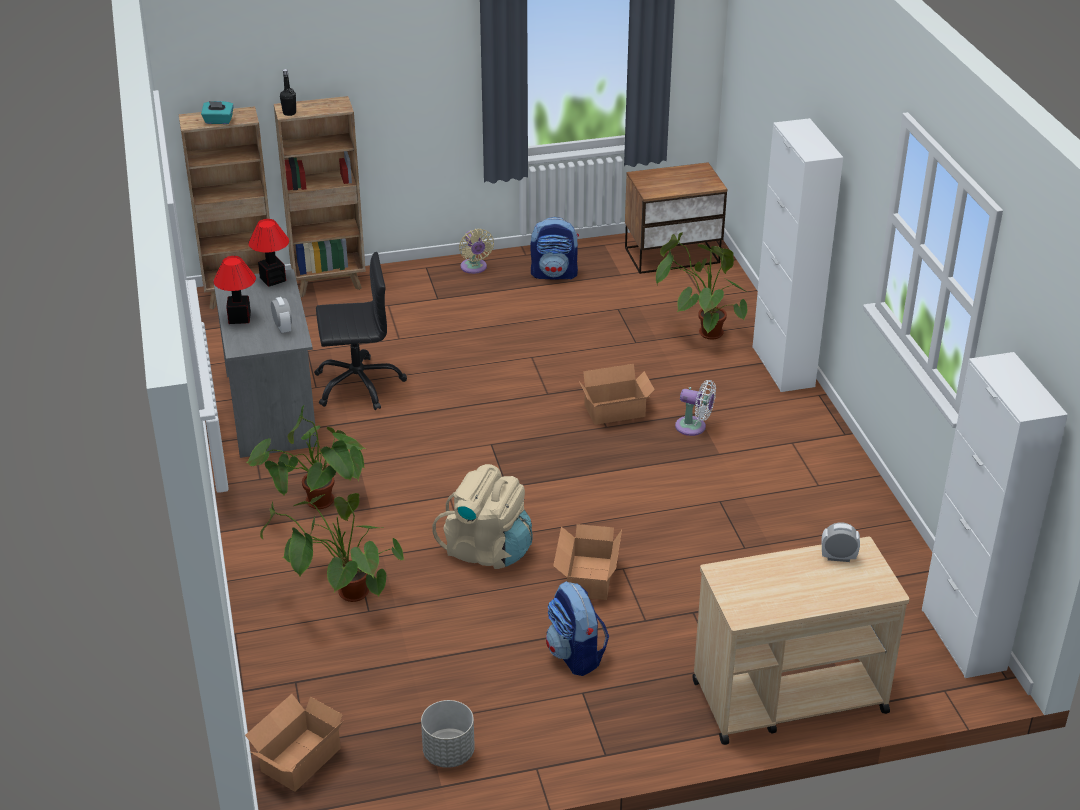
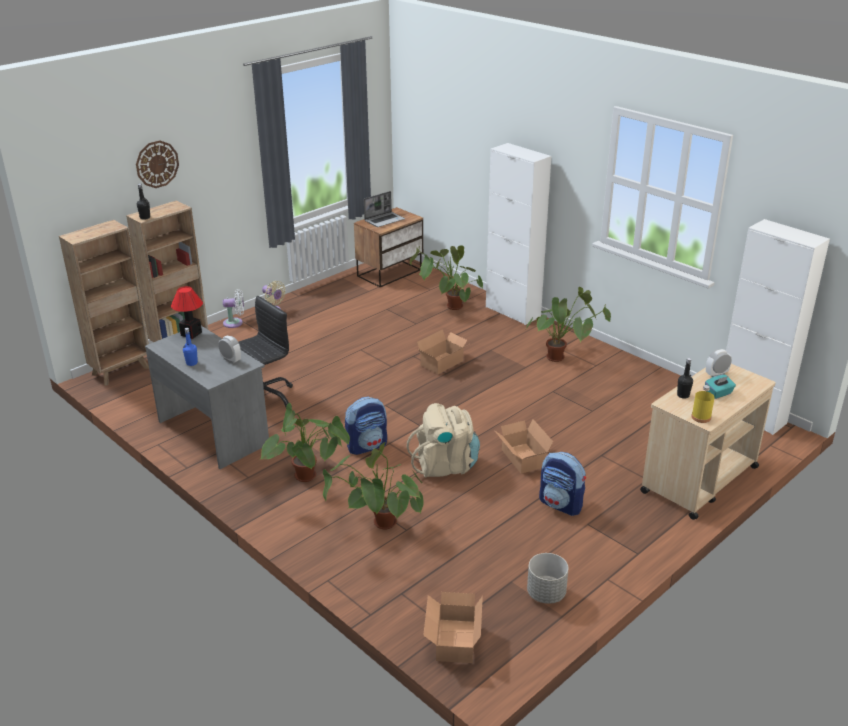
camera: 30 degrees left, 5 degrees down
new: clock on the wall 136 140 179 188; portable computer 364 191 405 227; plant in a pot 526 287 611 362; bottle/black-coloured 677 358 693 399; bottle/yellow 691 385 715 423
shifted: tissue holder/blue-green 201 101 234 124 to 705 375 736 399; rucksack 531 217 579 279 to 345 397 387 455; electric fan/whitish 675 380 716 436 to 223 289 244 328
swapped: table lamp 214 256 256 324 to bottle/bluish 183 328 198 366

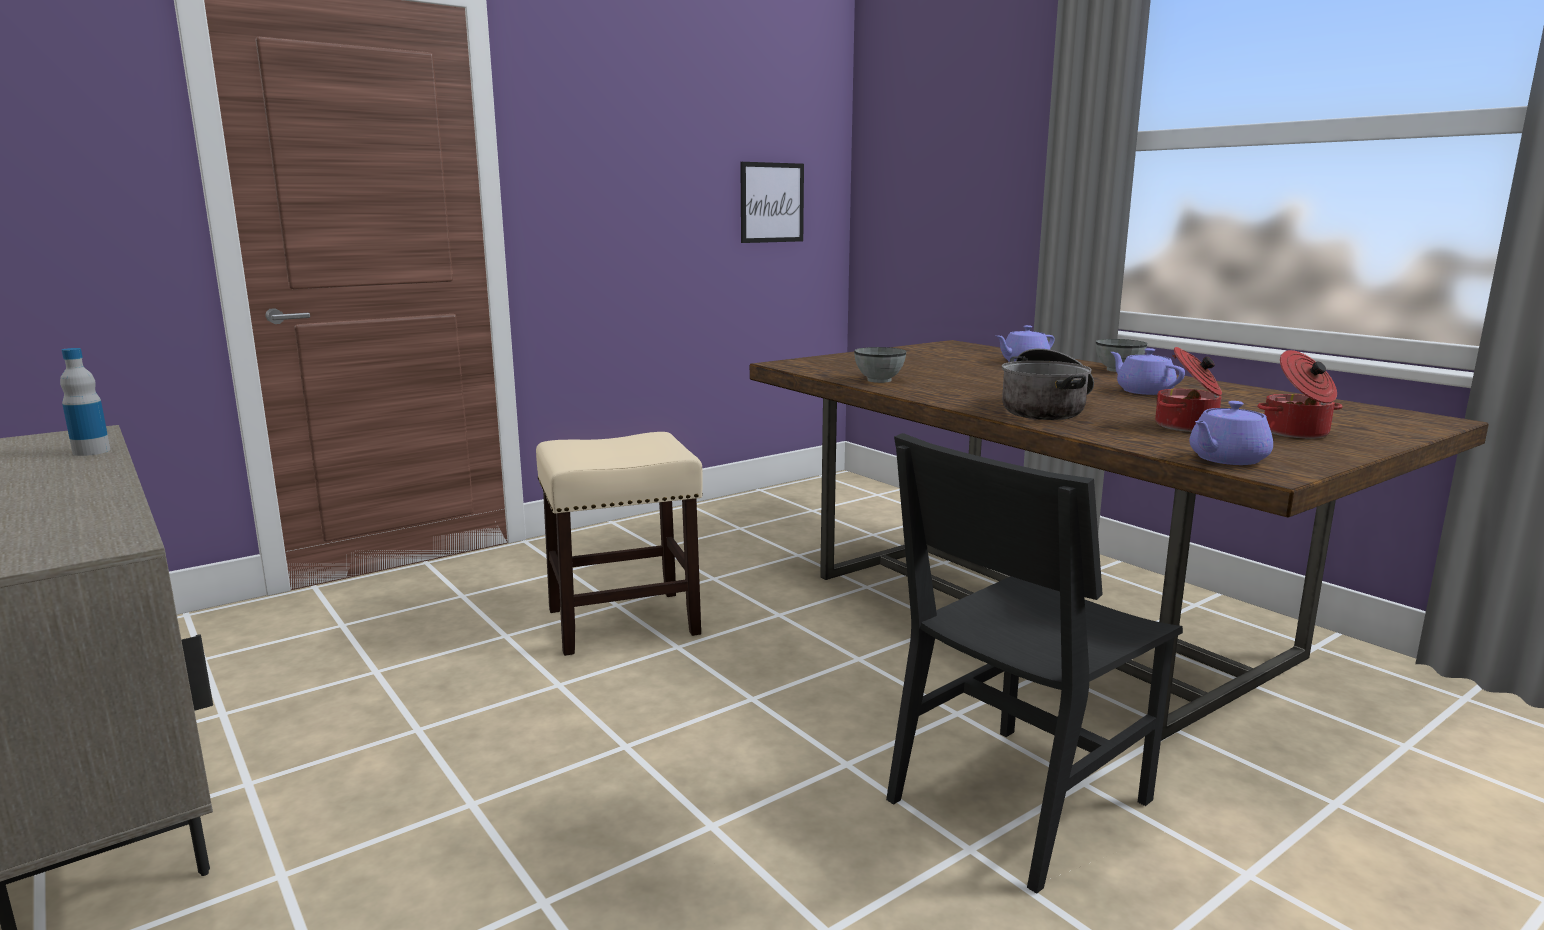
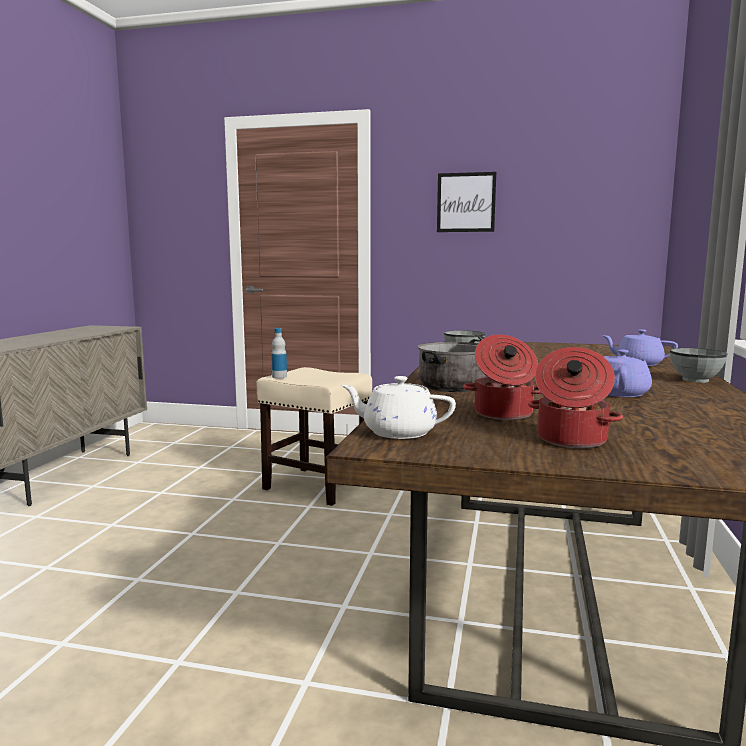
camera: 50 degrees right, 5 degrees down
gone: plain chair/black-coloured 886 433 1183 894
shifted: bottle 60 348 111 456 to 271 328 287 378; wall picture 740 162 804 243 to 437 172 496 232
repainted: pot for tea/purplish 1189 401 1273 465 to pot for tea/whitish 341 376 456 439

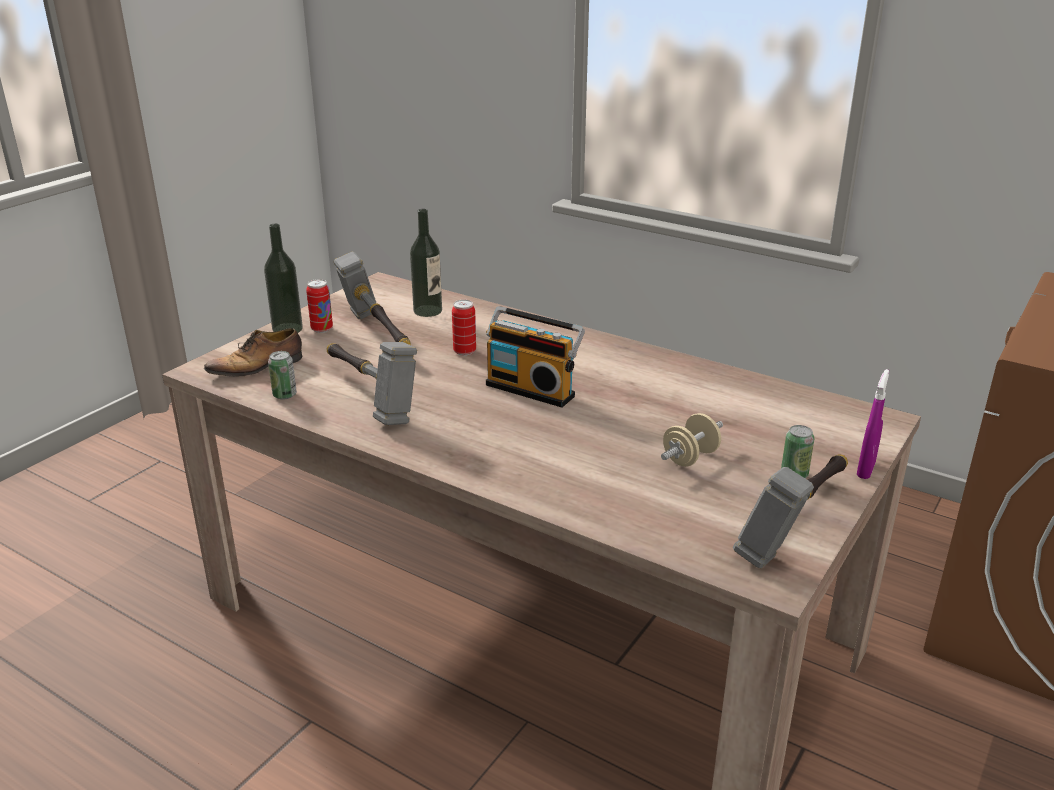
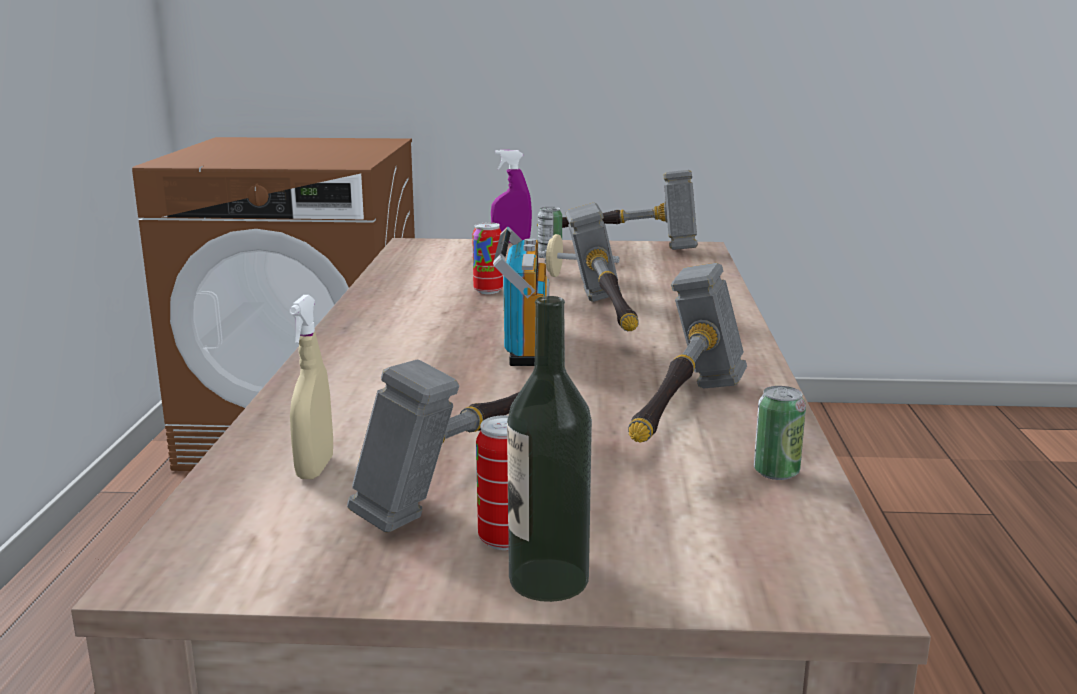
camera: 120 degrees left, 10 degrees down
gone: item of footwear 204 328 302 377
new: hammer 565 203 639 331
shifted: can 452 300 476 356 to 472 222 503 294
swapped: bottle 410 209 442 317 to spray bottle/beige 289 295 333 479

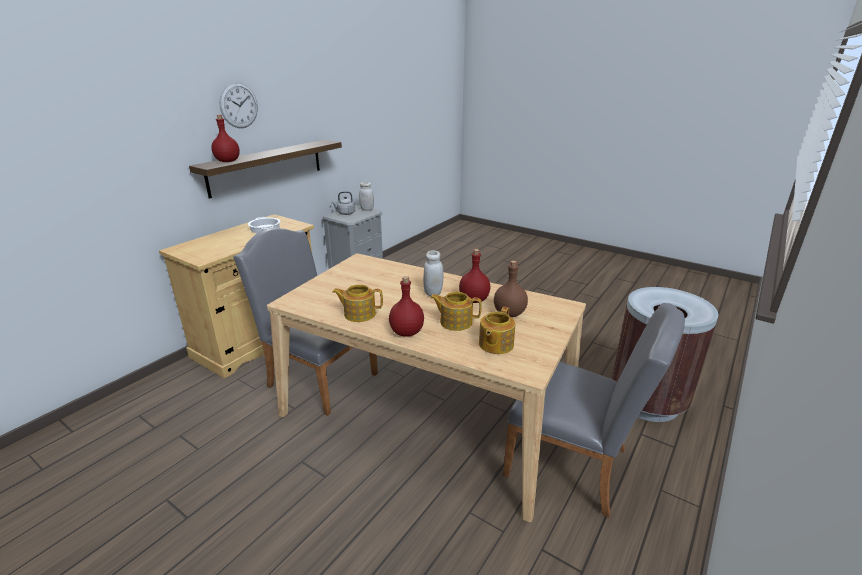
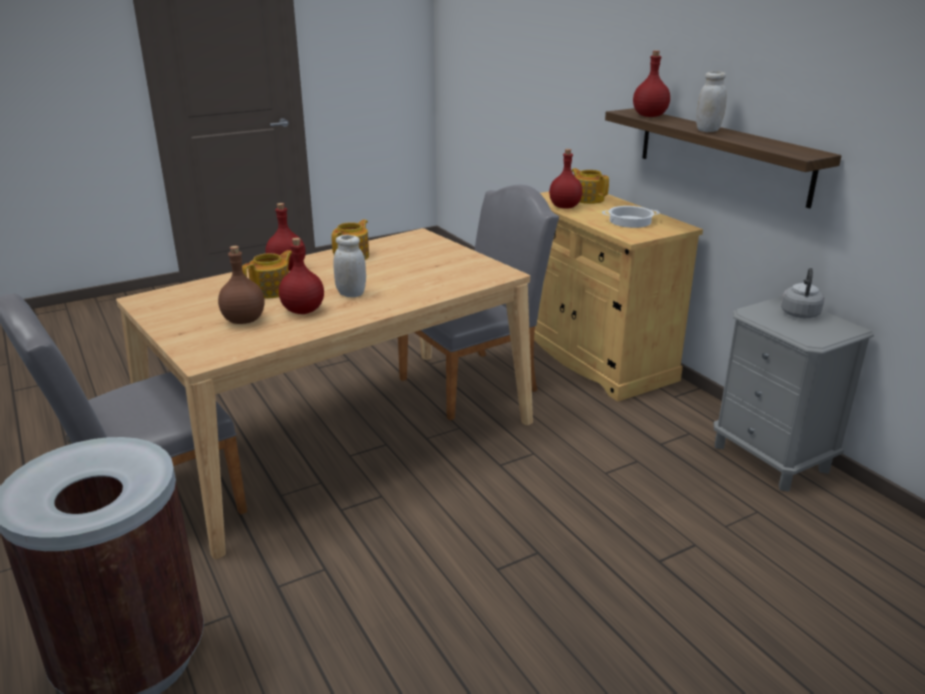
camera: 115 degrees right, 0 degrees up
gone: clock on the wall 219 82 258 128
new: bottle/reddish 549 149 583 209
shifted: jar/whitish 359 182 374 211 to 696 71 727 132; pot for tea 479 307 515 354 to 571 168 609 204

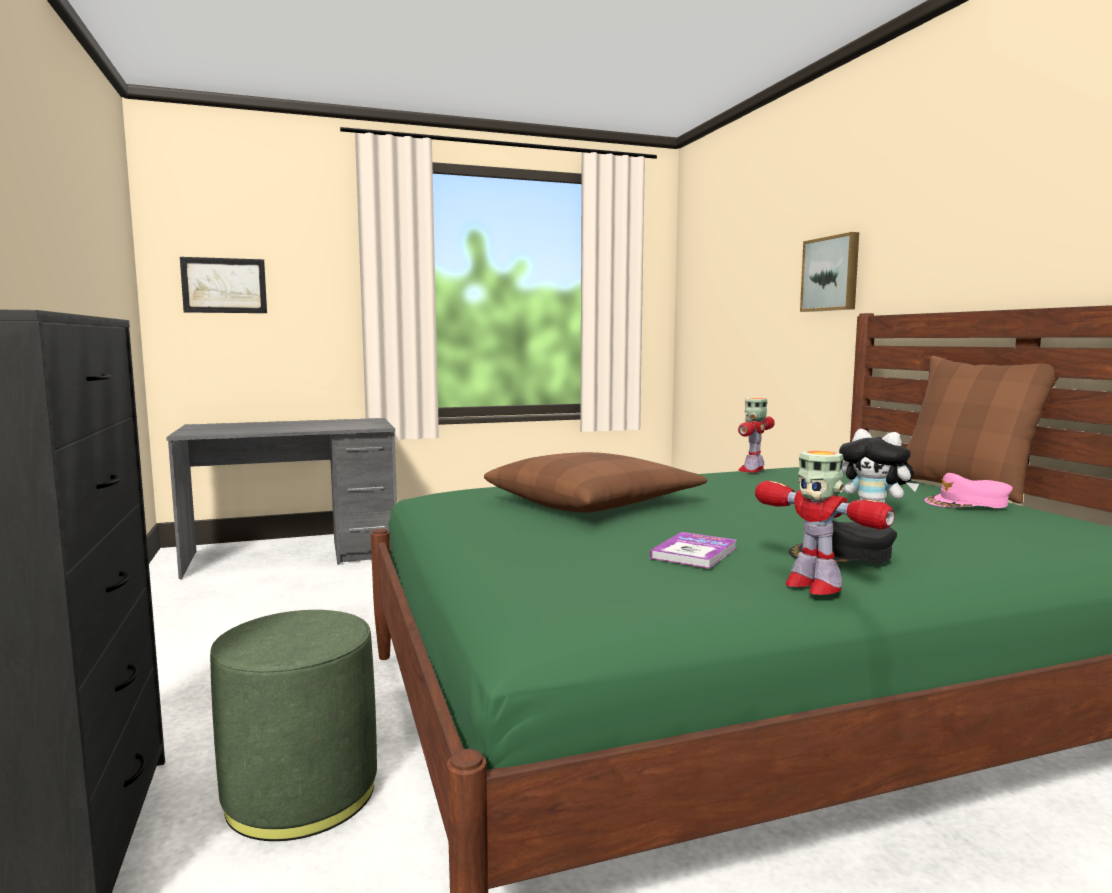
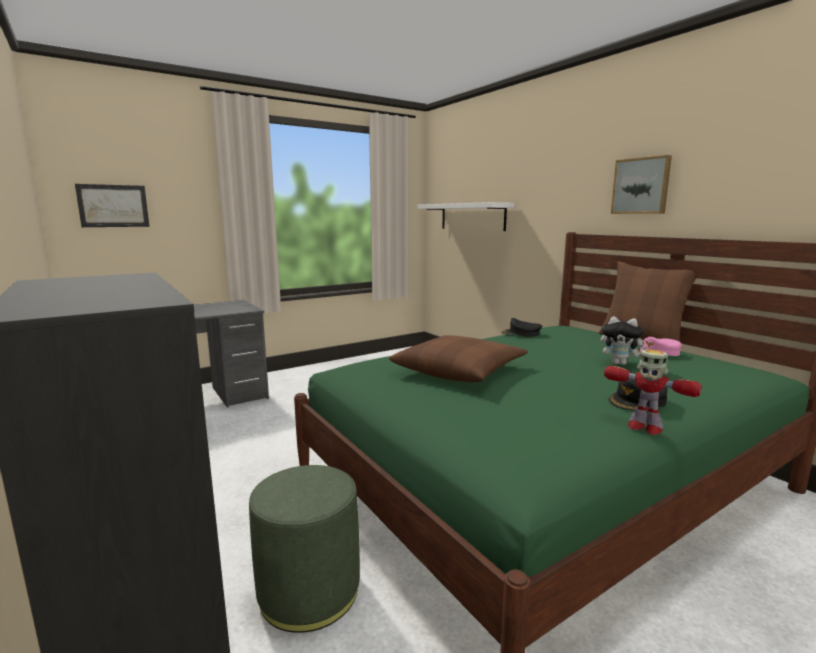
camera: 15 degrees left, 5 degrees up
gone: bound book 650 532 736 569
new: bracket shelf/whitish 417 202 515 231
shifted: wall picture 800 232 859 312 to 611 155 672 214
swapped: toy robot 738 398 775 473 to baseball cap/black-coloured 502 318 542 337

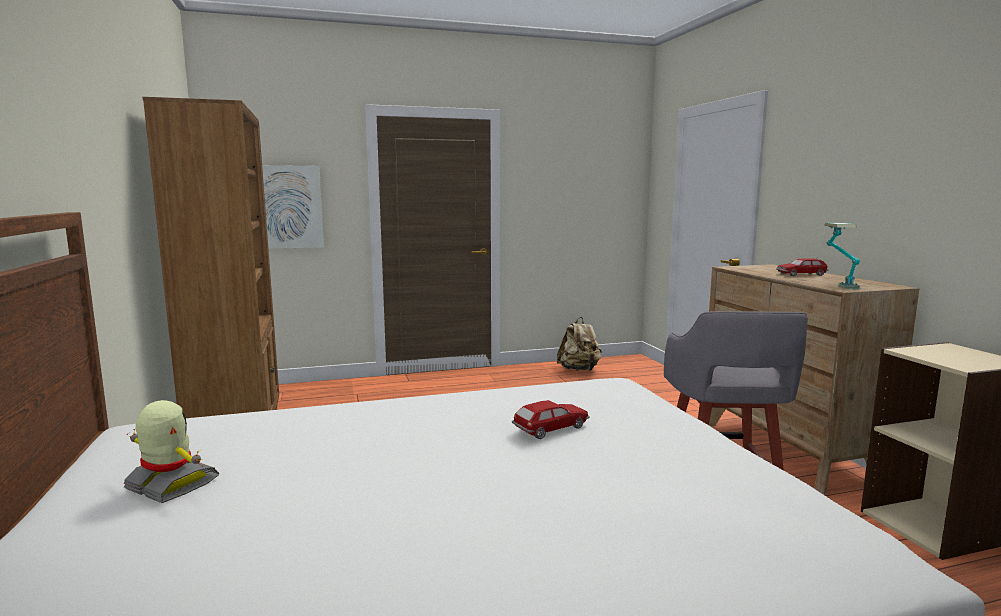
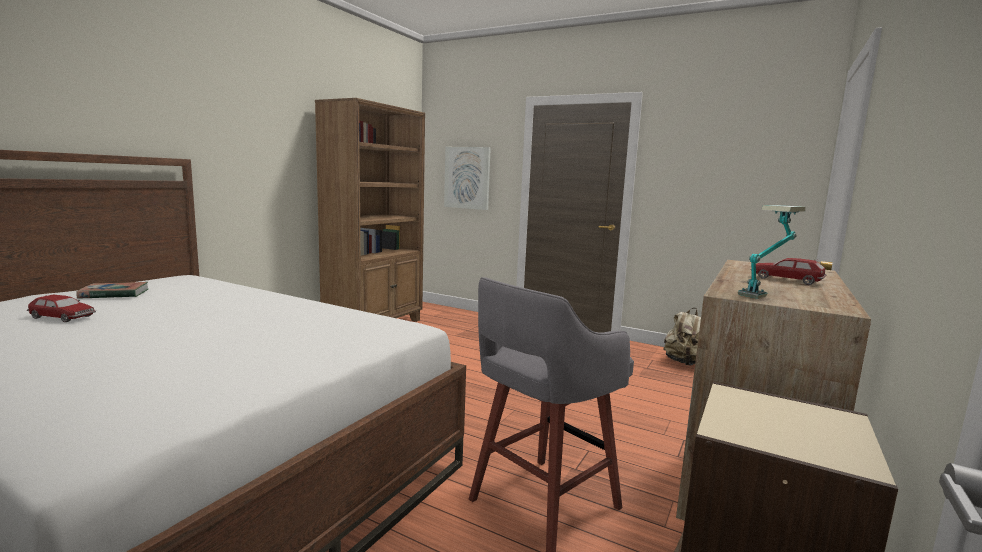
camera: 45 degrees right, 0 degrees up
shifted: model car 512 400 590 439 to 27 295 96 322
swapped: toy robot 124 400 219 503 to bound book 76 282 148 299

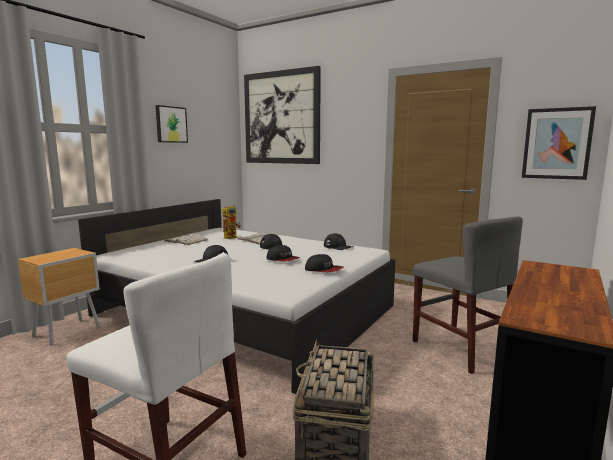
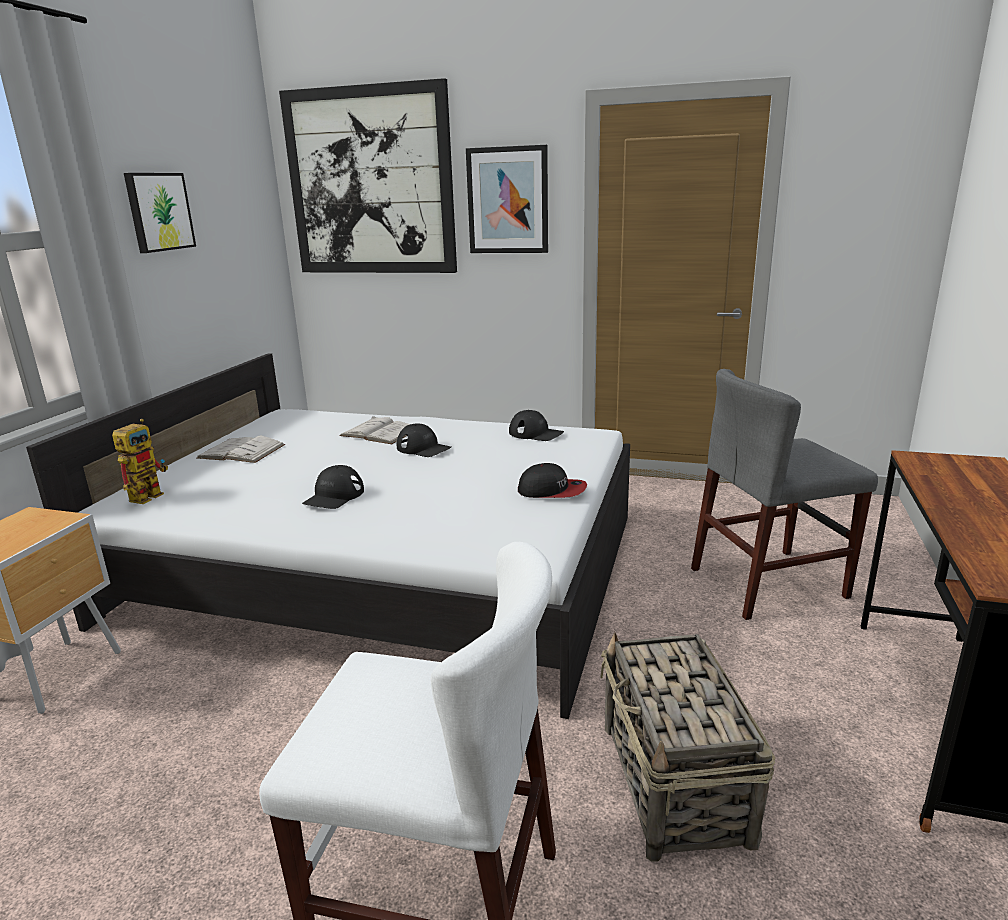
camera: 15 degrees left, 10 degrees up
gone: baseball cap 267 245 300 262
shifted: toy robot 222 205 241 239 to 112 419 168 504; wall picture 522 106 596 180 to 466 145 548 253
rotated: plain chair/greyish 413 216 523 374 = 691 369 878 620 120 degrees clockwise

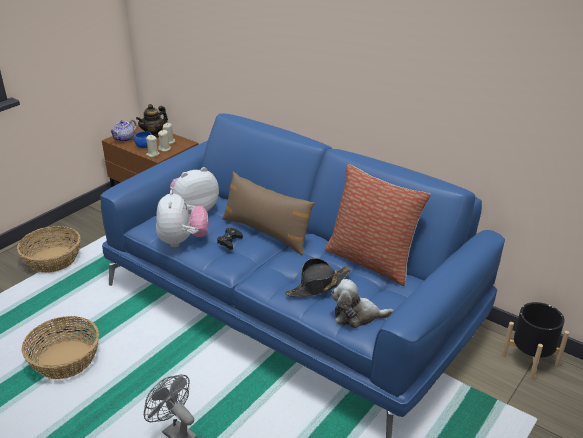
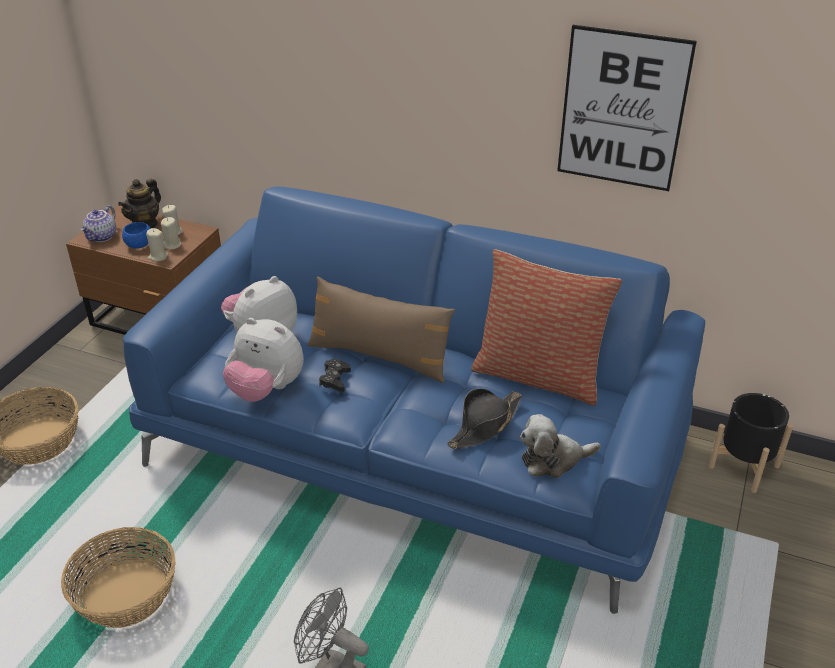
camera: 15 degrees left, 5 degrees up
new: wall picture 557 25 697 191
rotated: cuddly toy 156 190 208 247 = 223 318 304 402 135 degrees clockwise

